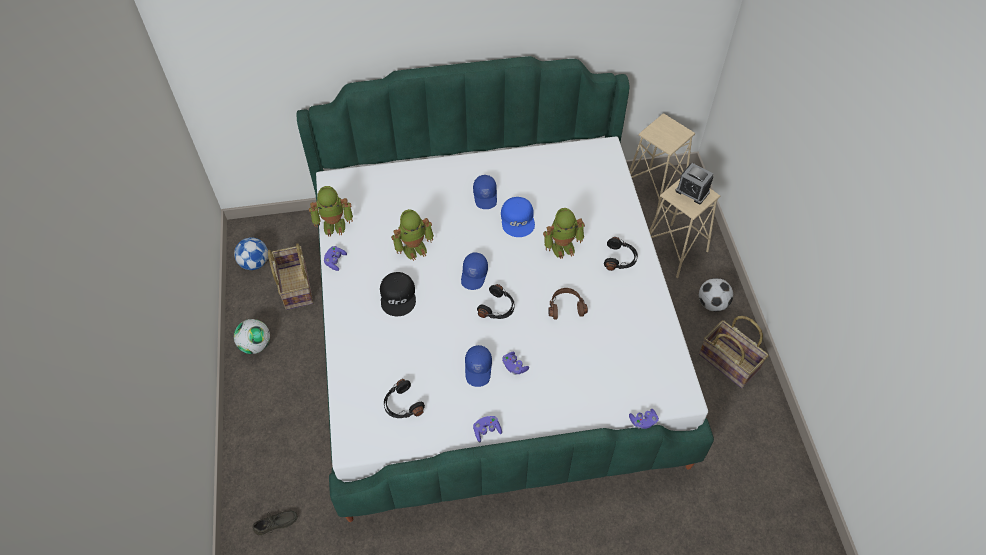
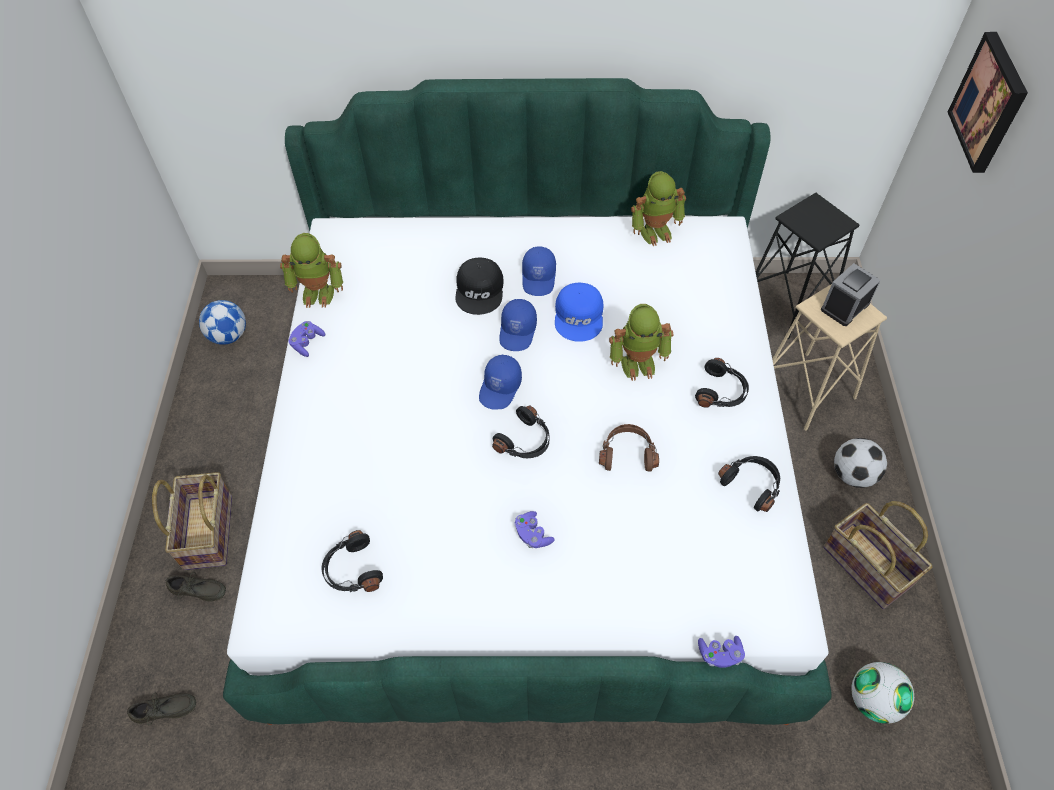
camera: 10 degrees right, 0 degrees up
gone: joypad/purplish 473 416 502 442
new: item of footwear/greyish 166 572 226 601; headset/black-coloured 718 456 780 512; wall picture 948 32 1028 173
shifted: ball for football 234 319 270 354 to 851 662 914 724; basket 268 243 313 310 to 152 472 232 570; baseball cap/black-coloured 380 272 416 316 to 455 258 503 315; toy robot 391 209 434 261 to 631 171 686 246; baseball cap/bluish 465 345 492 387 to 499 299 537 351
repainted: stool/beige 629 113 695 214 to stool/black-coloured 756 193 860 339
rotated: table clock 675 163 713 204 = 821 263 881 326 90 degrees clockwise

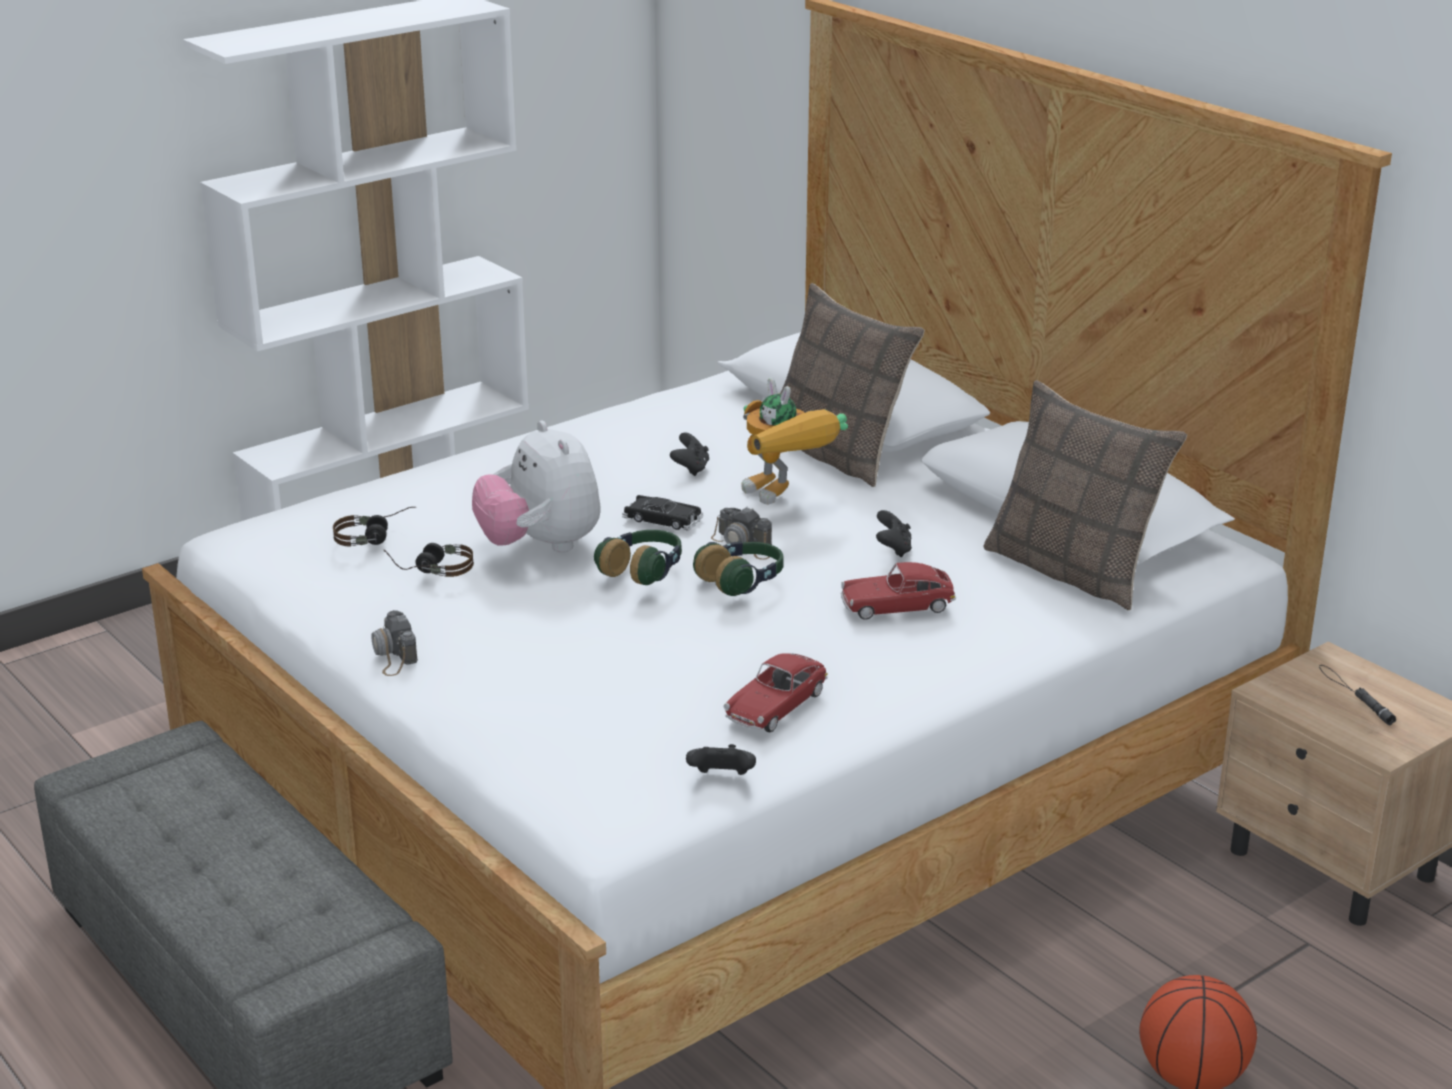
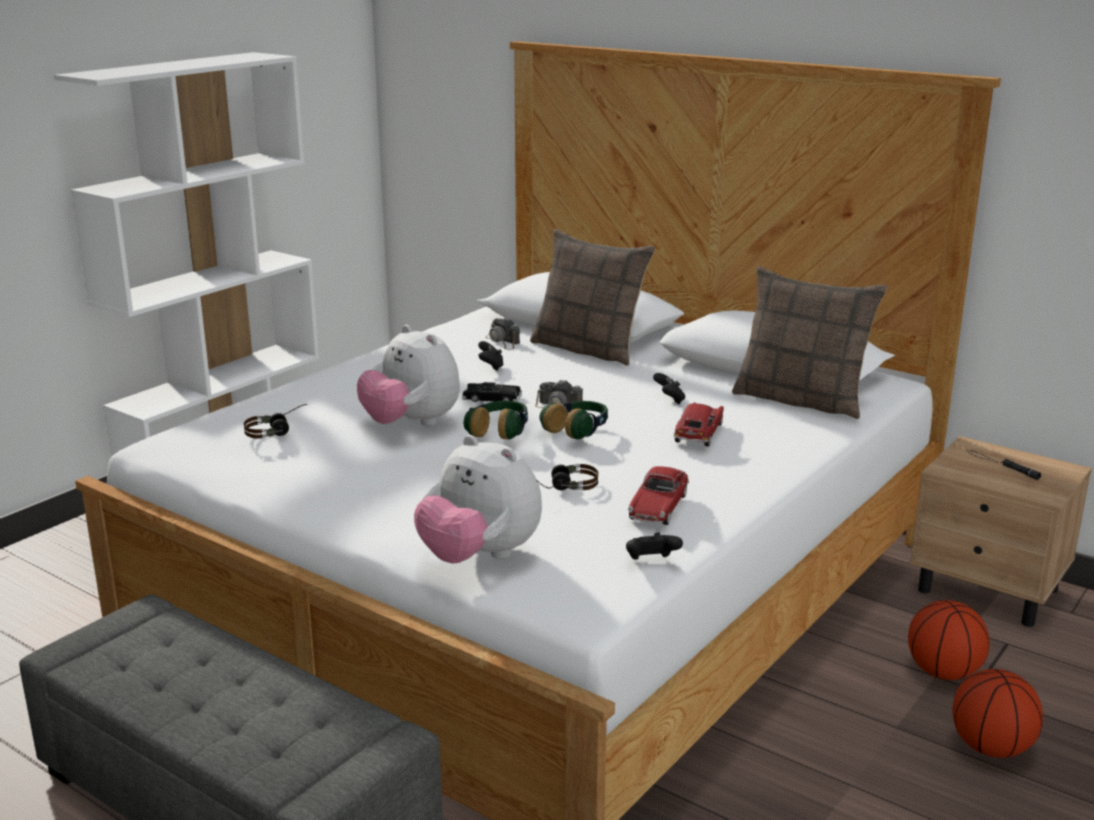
camera: 15 degrees left, 5 degrees down
gone: toy robot 741 378 848 505
new: cuddly toy 414 435 542 564; ball for basketball 908 600 990 680
shifted: photo camera 371 610 418 676 to 485 317 520 349; headset 383 543 474 577 to 537 464 598 490
rotated: model car 841 562 956 620 = 673 402 724 447 135 degrees clockwise

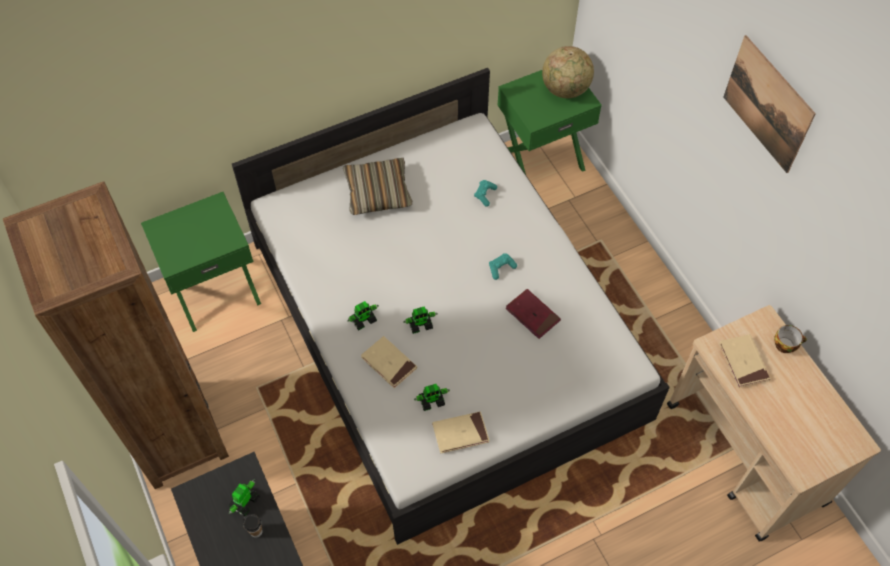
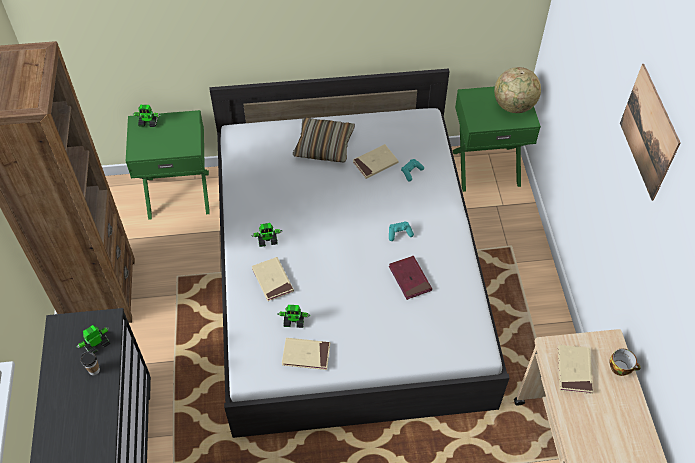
camera: 20 degrees right, 5 degrees down
new: bound book/beige 353 144 399 179
shifted: toy robot 403 306 438 334 to 133 105 161 127

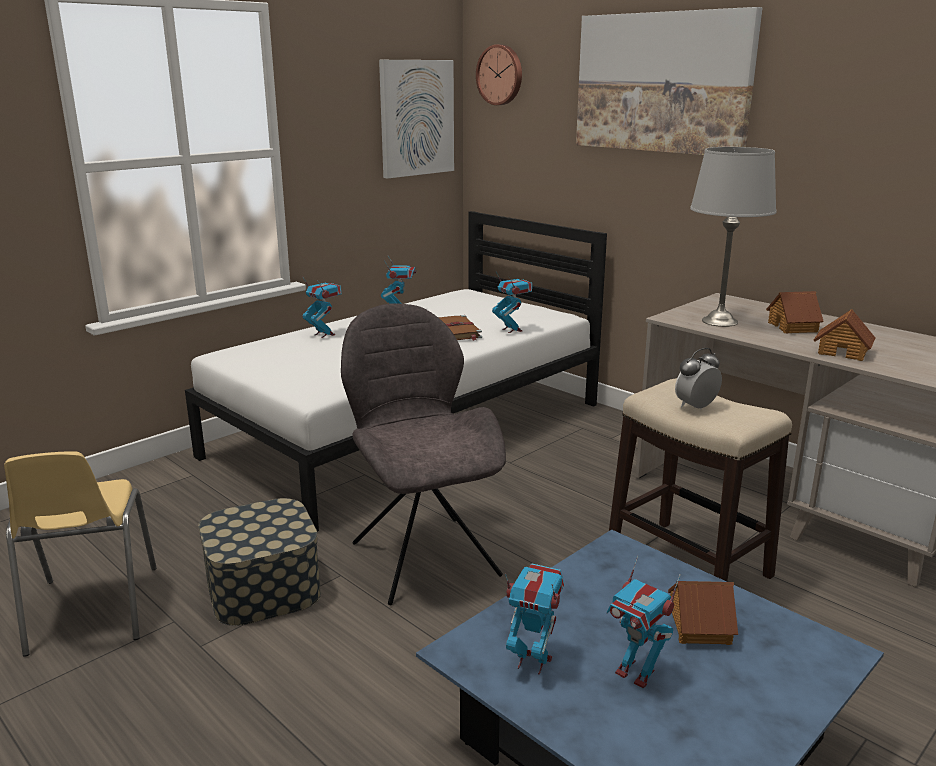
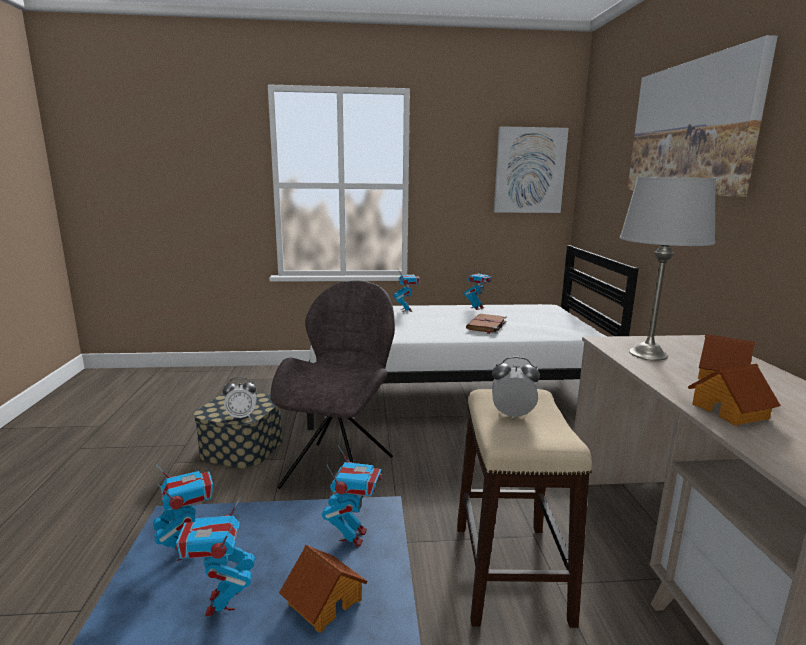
camera: 40 degrees right, 5 degrees down
gone: plain chair/yellow 4 452 157 657; clock on the wall 476 44 522 105
new: table clock 223 377 256 419
shifted: toy robot 492 272 532 333 to 322 445 383 547

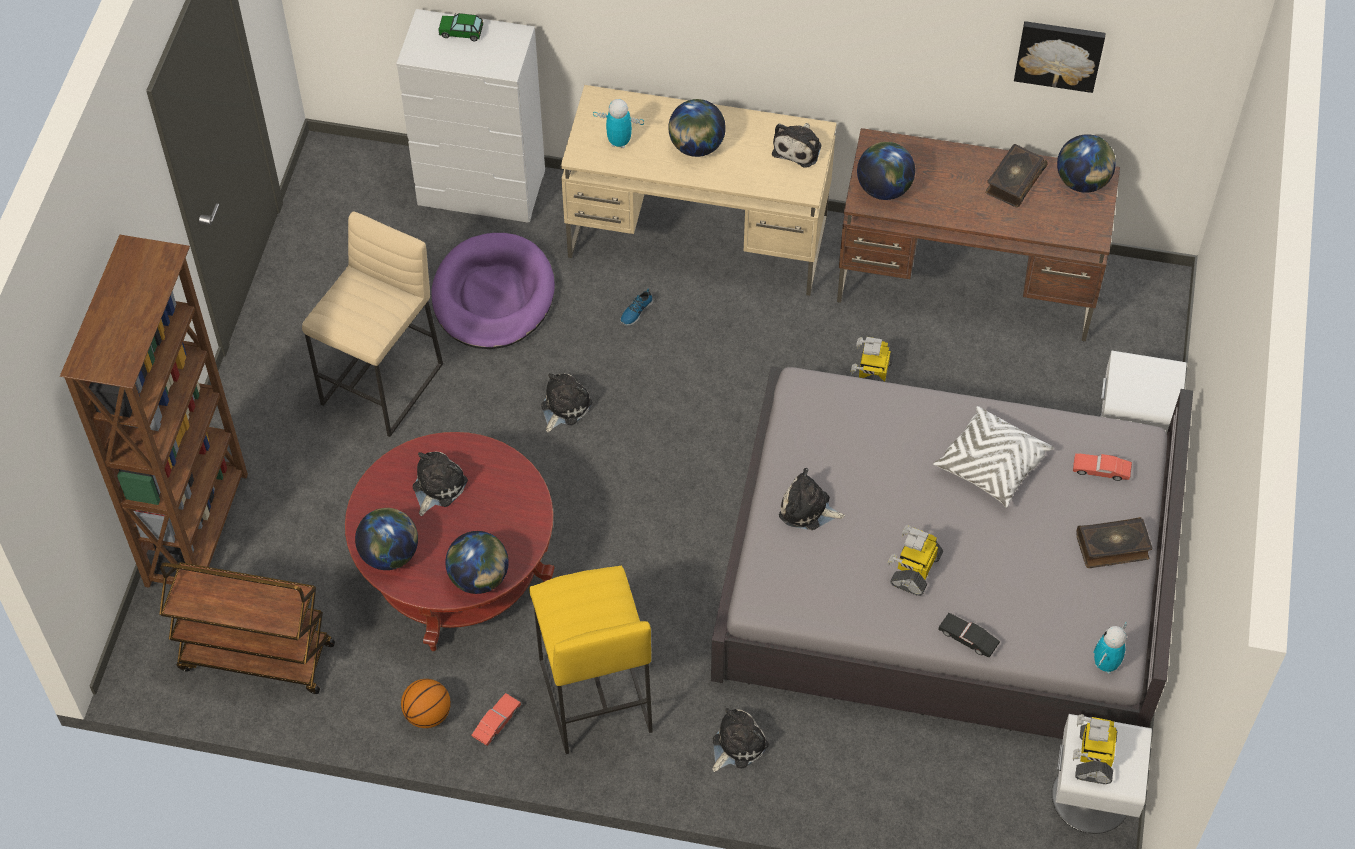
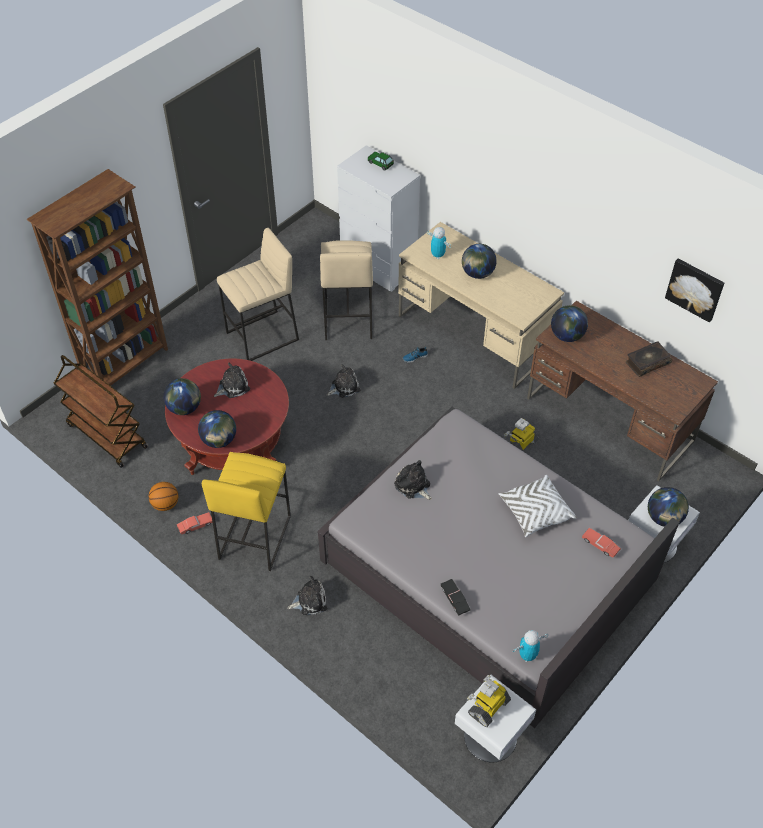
camera: 30 degrees right, 5 degrees down
gone: cuddly toy 772 123 822 167; toy robot 888 525 943 596; bound book 1076 517 1152 568
shifted: world globe 1057 134 1116 193 to 648 487 689 527
swapped: pet bed/purplish 431 233 555 349 to stool/beige 320 240 373 340

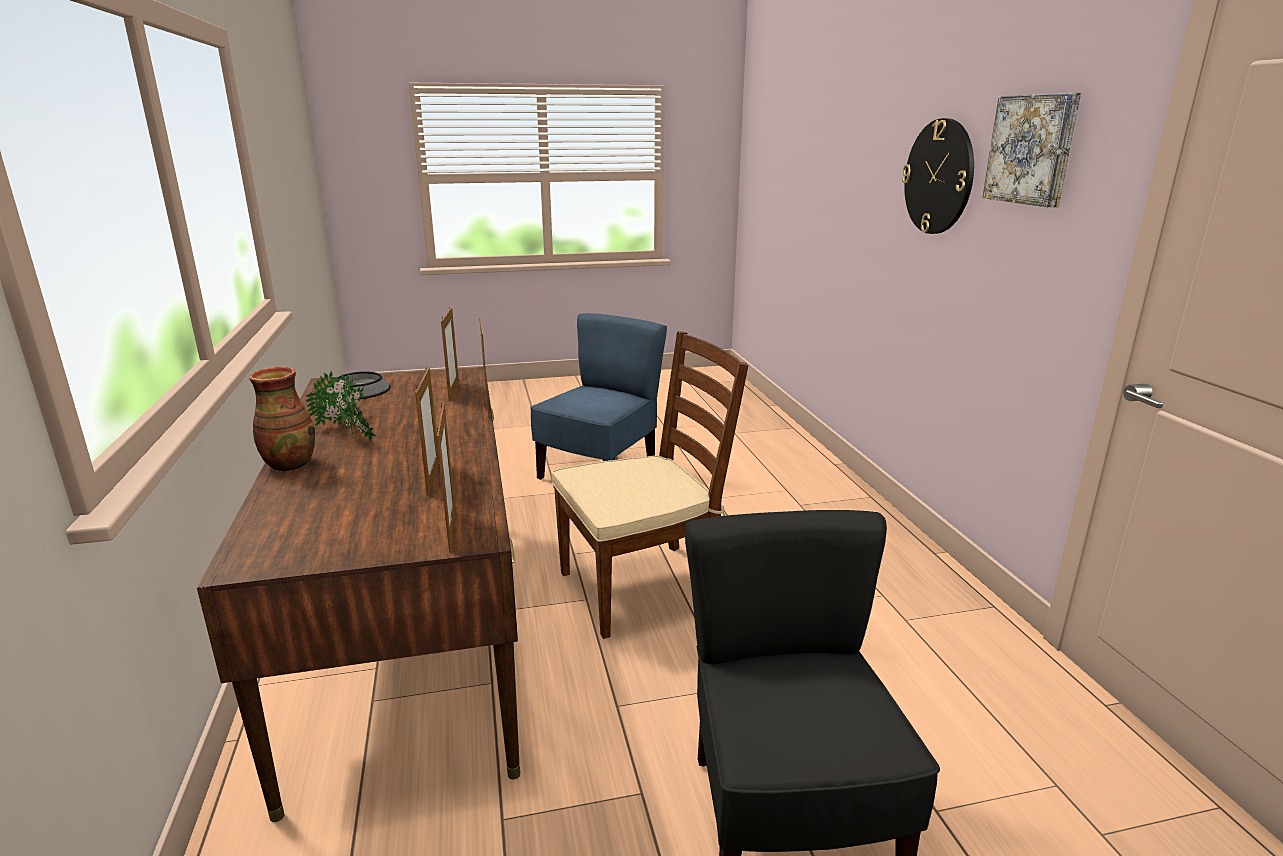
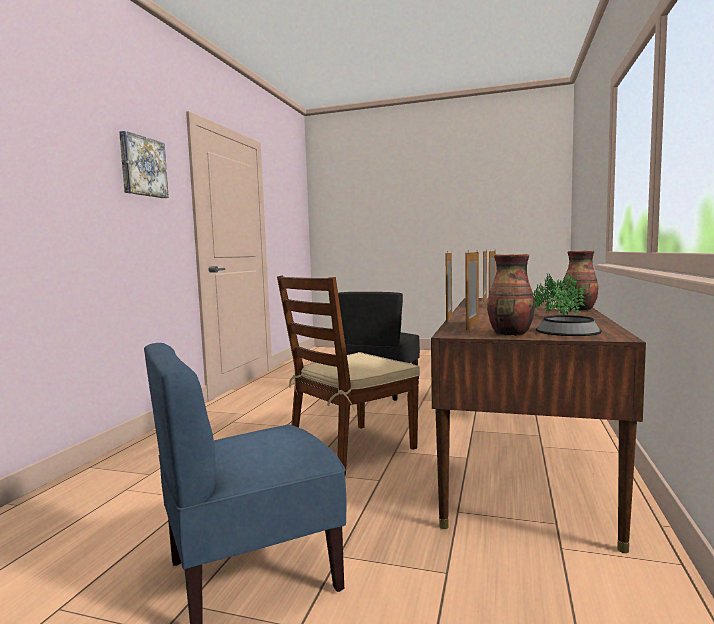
camera: 150 degrees left, 15 degrees down
gone: clock on the wall 902 118 974 234
new: decorative vase 487 254 534 336
rotated: plain chair/brown-coloured 551 331 748 639 = 277 275 420 476 45 degrees counterclockwise

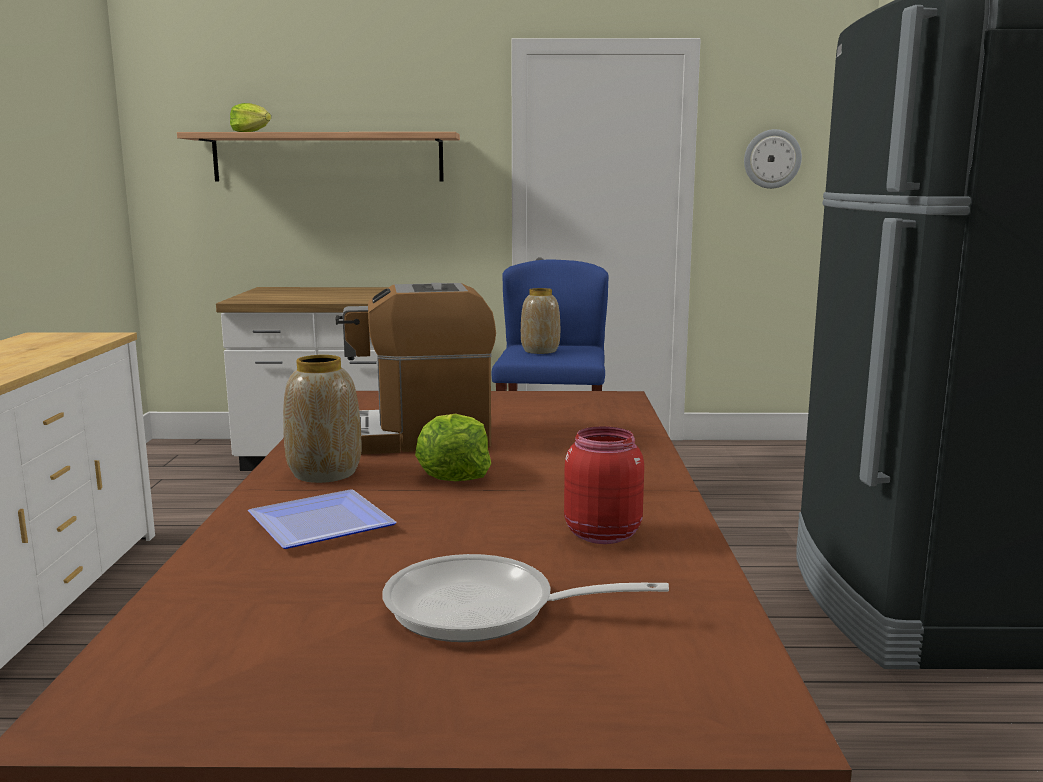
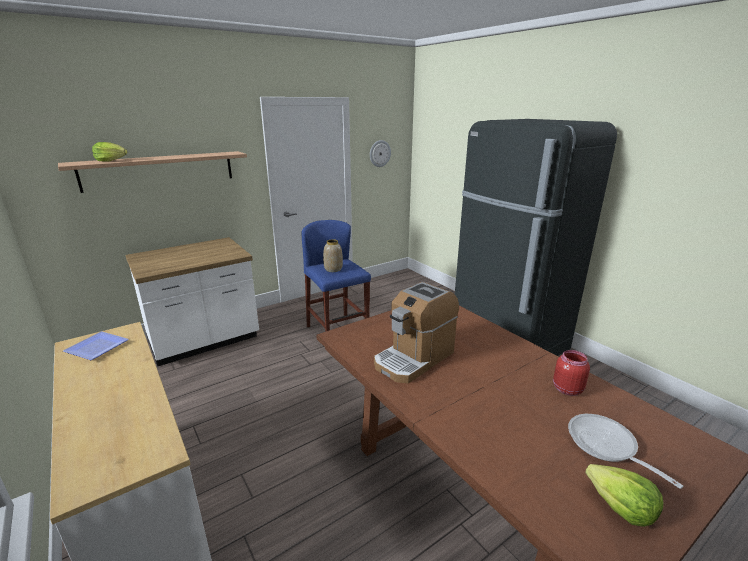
camera: 35 degrees left, 10 degrees up
gone: decorative vase 283 355 361 483
shifted: plate 248 489 397 549 to 63 332 129 360; lettuce head 415 414 491 481 to 585 464 664 527
rotated: skillet 383 554 669 642 = 568 414 684 489 90 degrees clockwise

